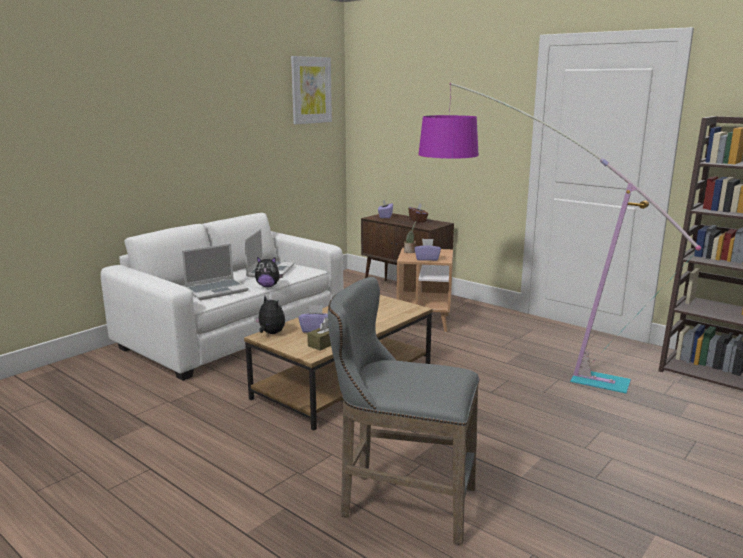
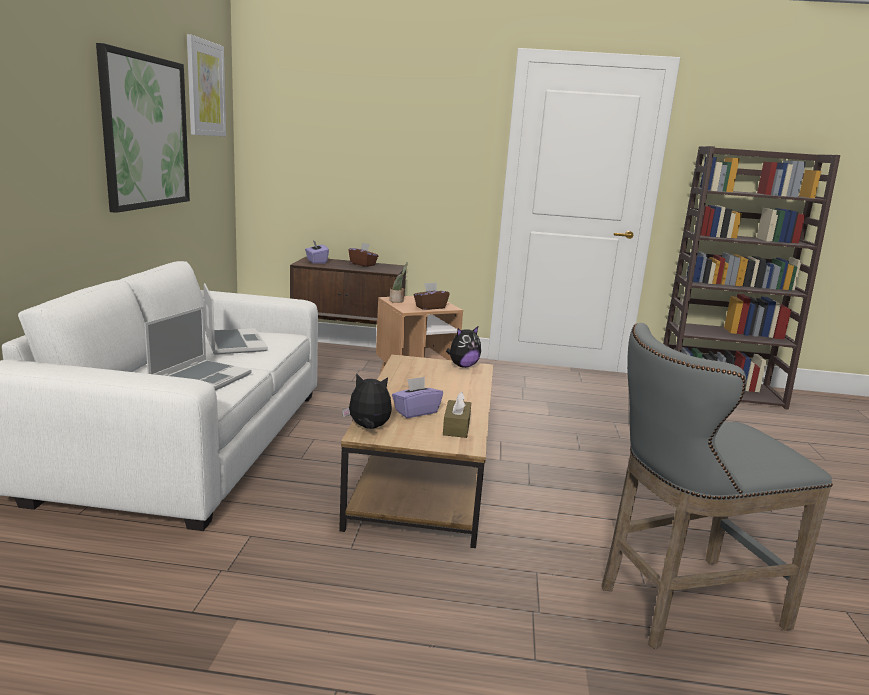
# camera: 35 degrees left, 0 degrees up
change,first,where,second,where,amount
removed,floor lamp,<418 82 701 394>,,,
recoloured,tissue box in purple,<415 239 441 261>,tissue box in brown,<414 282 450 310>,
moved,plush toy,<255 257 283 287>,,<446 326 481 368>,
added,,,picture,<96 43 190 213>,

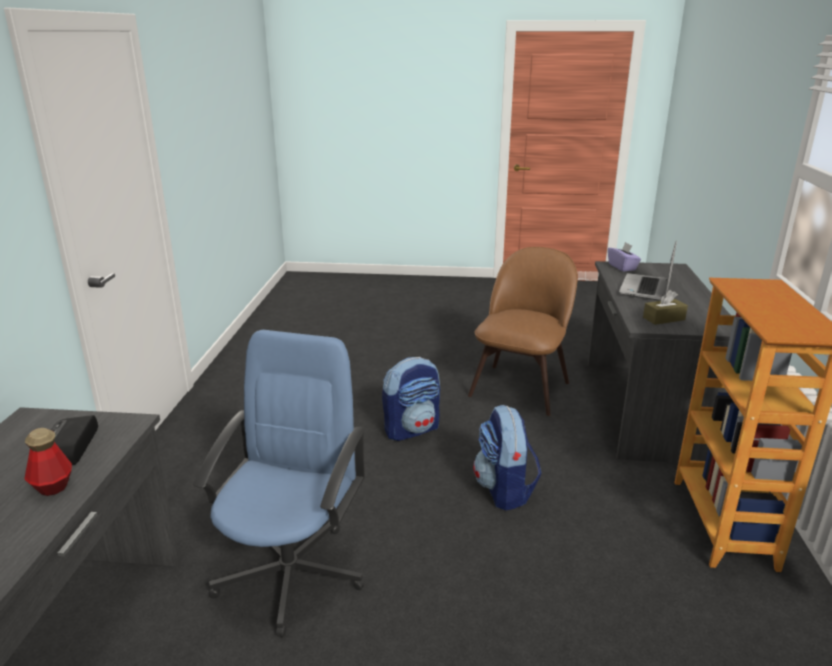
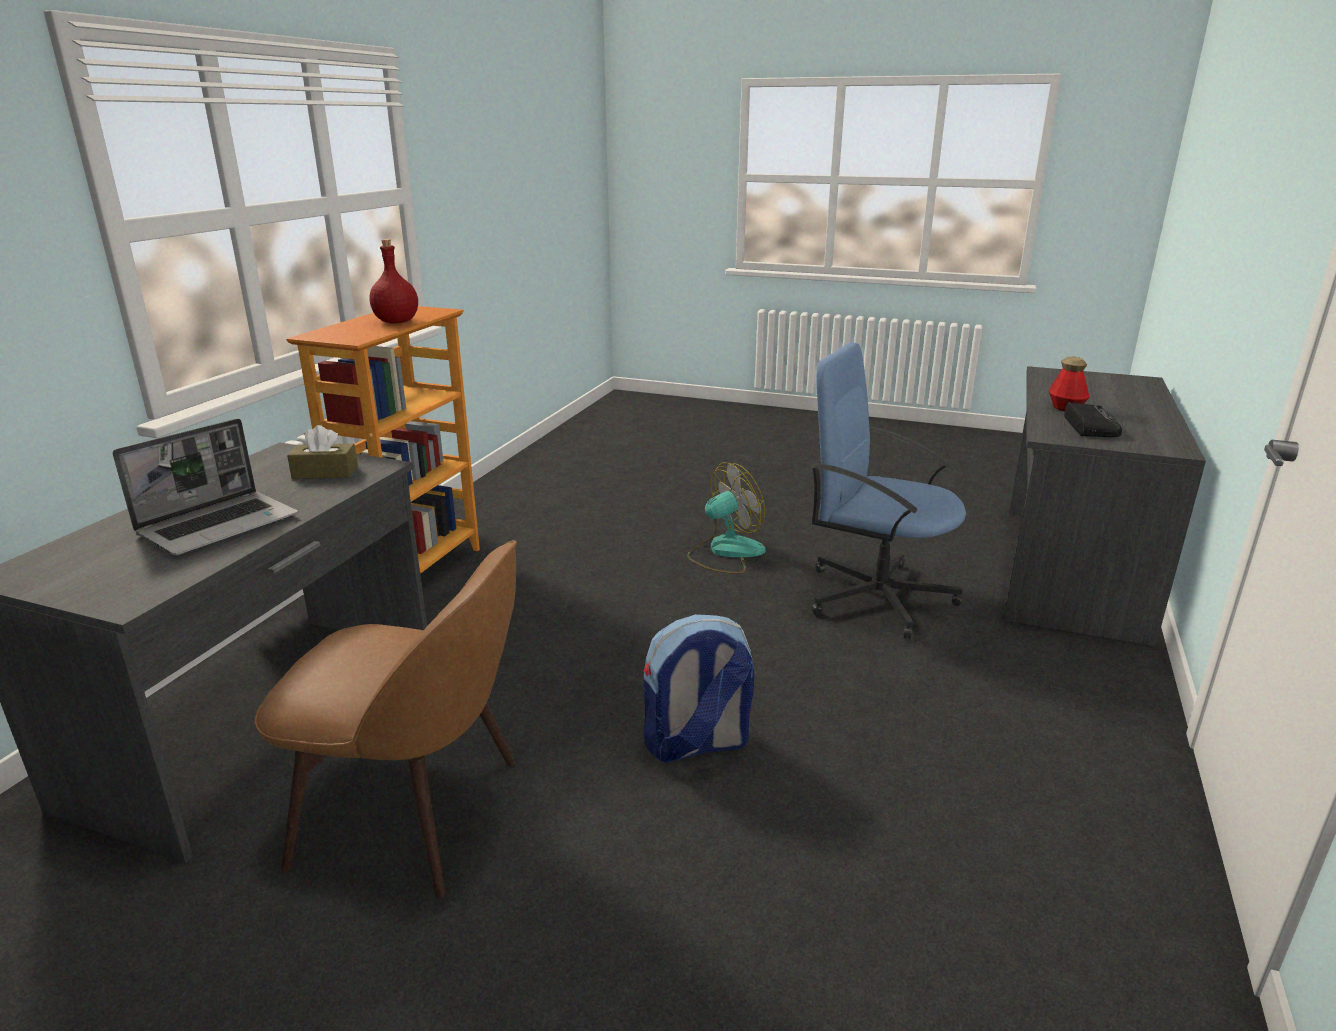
# camera: 165 degrees left, 0 degrees up
change,first,where,second,where,amount
removed,tissue box in purple,<608 242 641 272>,,,
turned,chair in brown,<468 247 578 416>,,<254 540 517 898>,120 degrees counterclockwise
turned,office chair in blue,<193 330 366 637>,,<811 342 966 639>,90 degrees clockwise
removed,backpack,<473 405 542 511>,,,
added,,,bottle in red,<369 239 418 323>,
added,,,fan,<687 462 766 574>,

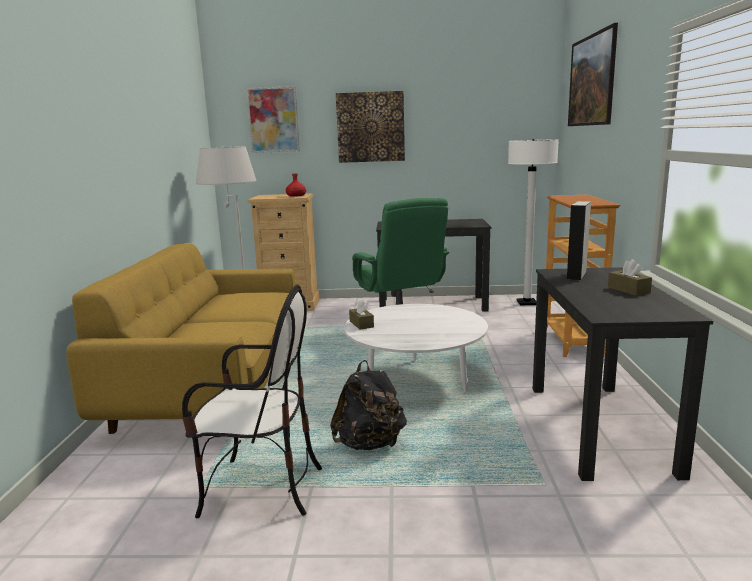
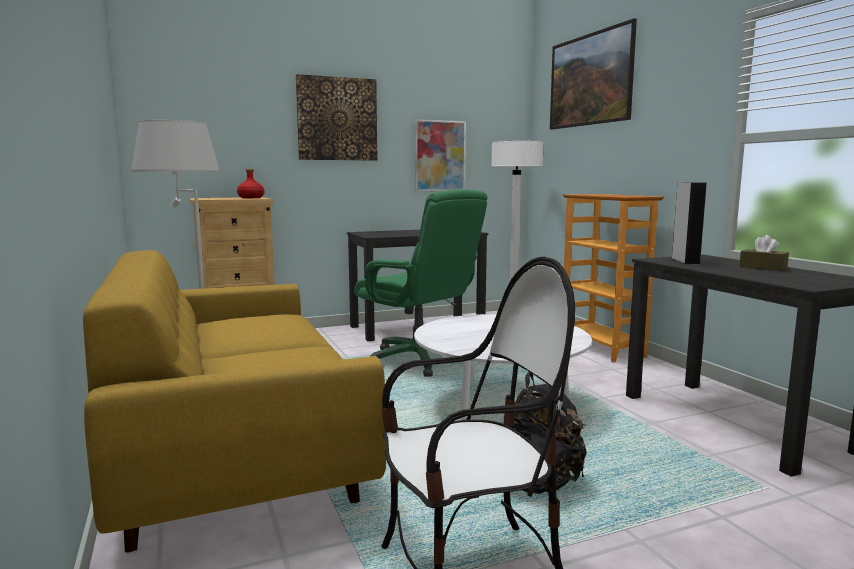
# camera: 25 degrees left, 5 degrees down
change,first,where,second,where,amount
moved,picture,<246 86 300 153>,,<415 119 466 191>,
removed,tissue box in brown,<349 300 374 330>,,,

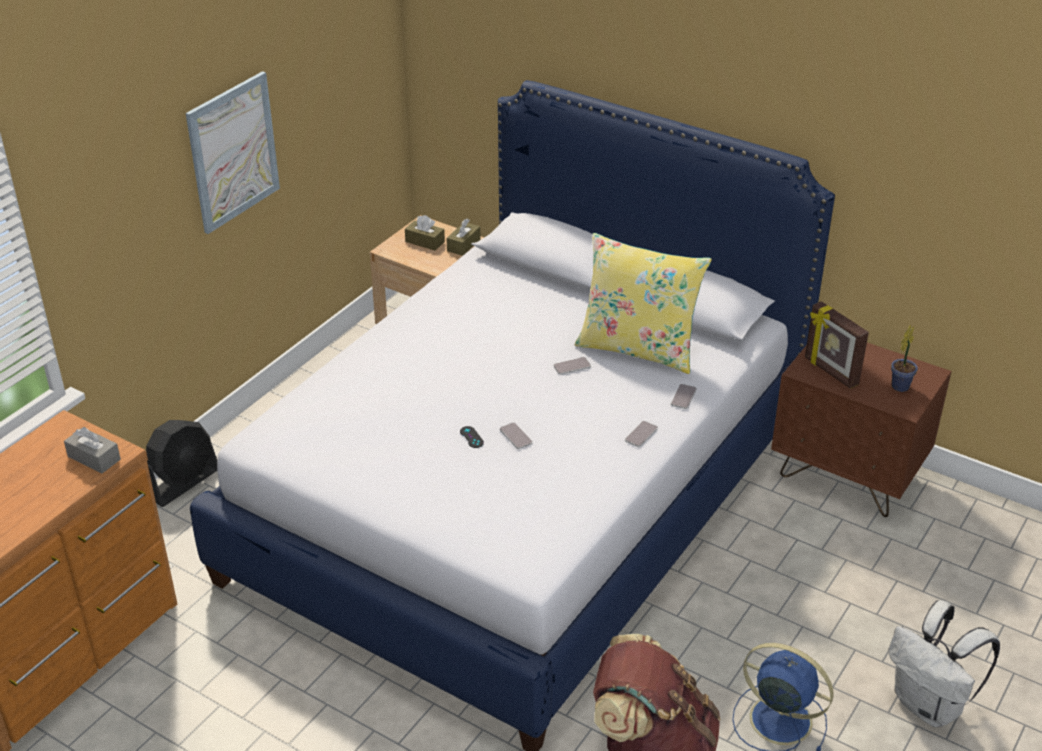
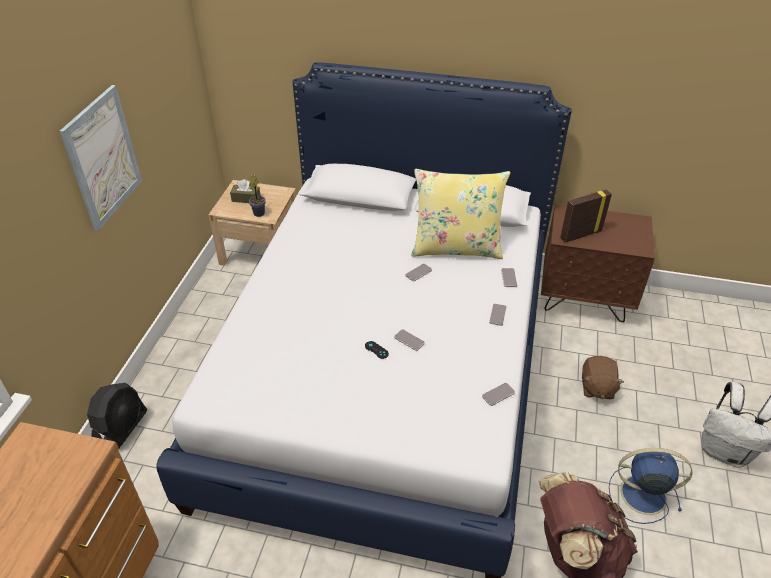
# camera: 20 degrees left, 5 degrees up
change,first,where,second,where,amount
removed,tissue box in brown,<446 219 481 256>,,,
turned,picture frame,<805 301 869 389>,,<560 190 612 243>,120 degrees clockwise
moved,potted plant,<891 325 918 392>,,<249 173 266 217>,
removed,tissue box in grey,<64 427 121 473>,,,
added,,,plush toy in brown,<582 356 624 399>,
added,,,phone,<482 383 515 406>,

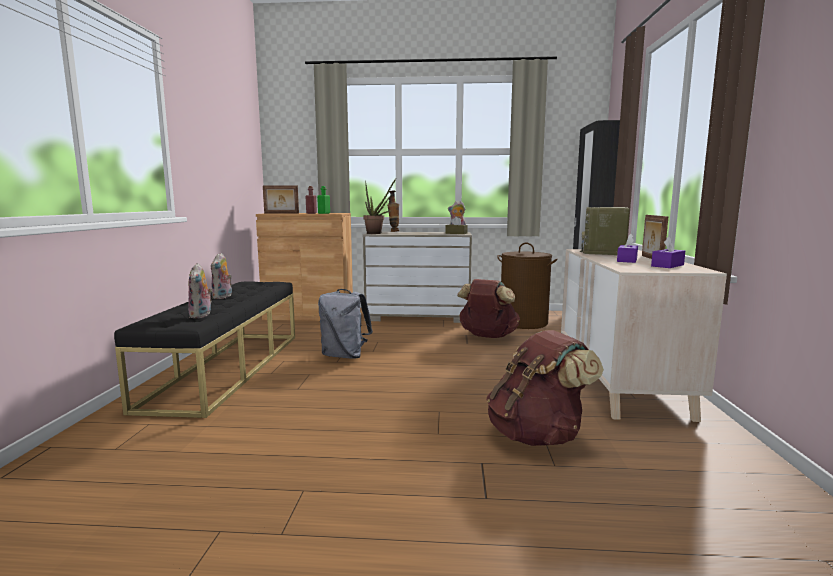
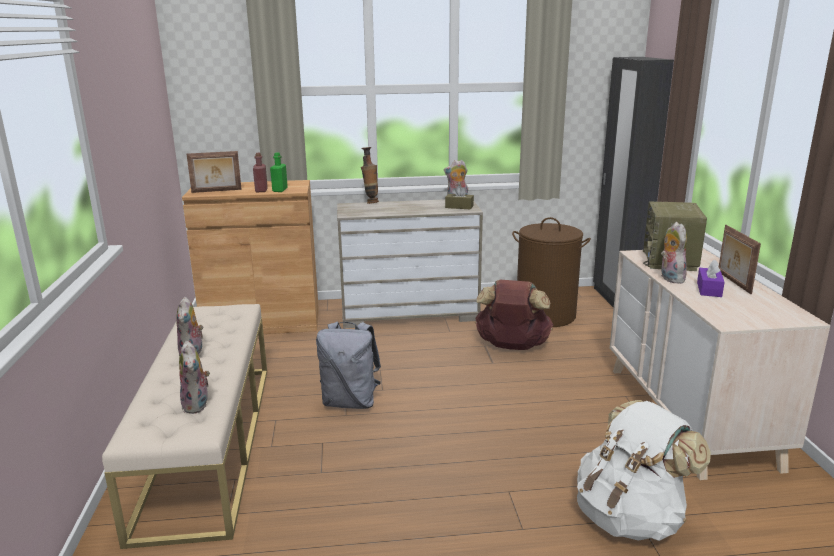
# camera: 10 degrees left, 10 degrees up
change,first,where,second,where,amount
removed,potted plant,<363 179 396 234>,,,
removed,tissue box in purple,<651 237 685 268>,,,
recoloured,bench in black,<114 281 295 418>,bench in beige,<102 304 267 549>,
recoloured,backpack in brown,<486 330 604 446>,backpack in white,<577 400 711 541>,
added,,,plush toy,<661 222 687 284>,

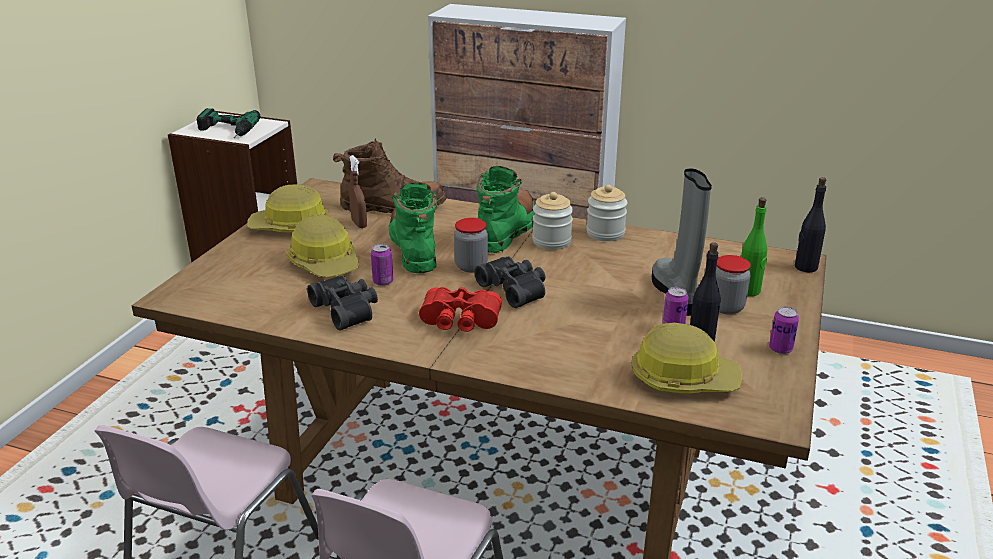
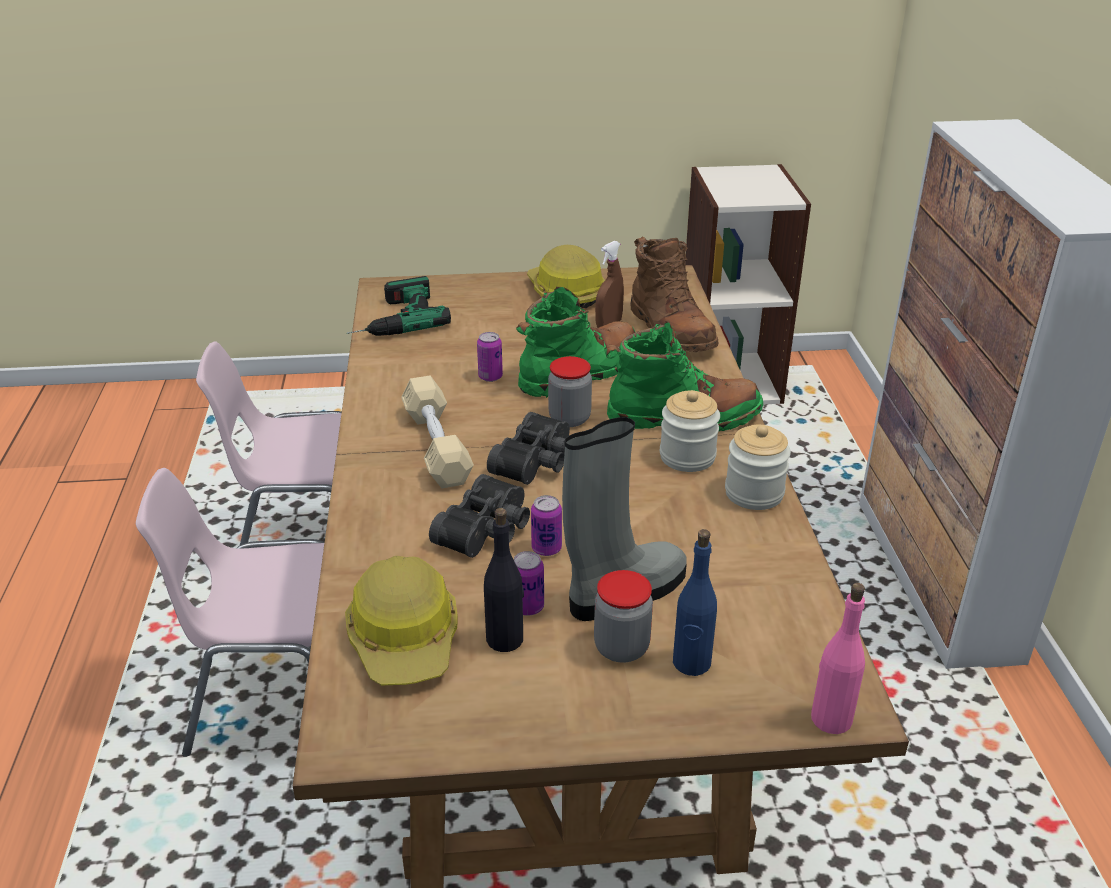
# camera: 65 degrees right, 5 degrees up
change,first,where,second,where,amount
moved,power drill,<197 108 261 138>,,<347 276 451 336>,
recoloured,bottle in black,<795 177 826 272>,bottle in pink,<811 583 865 734>,
recoloured,bottle in green,<741 197 767 296>,bottle in blue,<673 529 717 676>,
removed,hard hat,<287 214 360 277>,,,
moved,binoculars in black,<307 275 378 330>,,<429 474 530 558>,
replaced,binoculars in red,<419 287 502 332>,dumbbell in beige,<401 376 474 488>,
moved,can,<769 307 799 354>,,<531 495 562 556>,

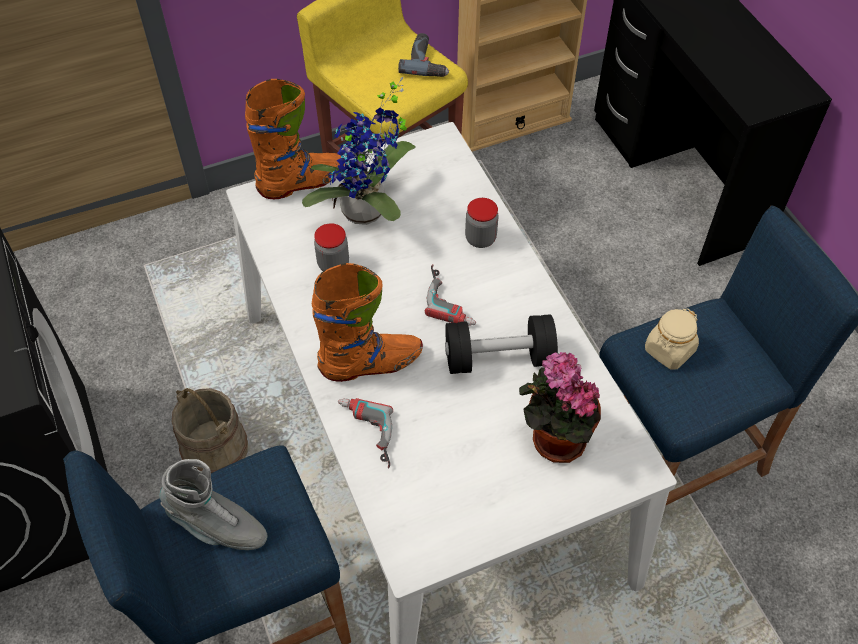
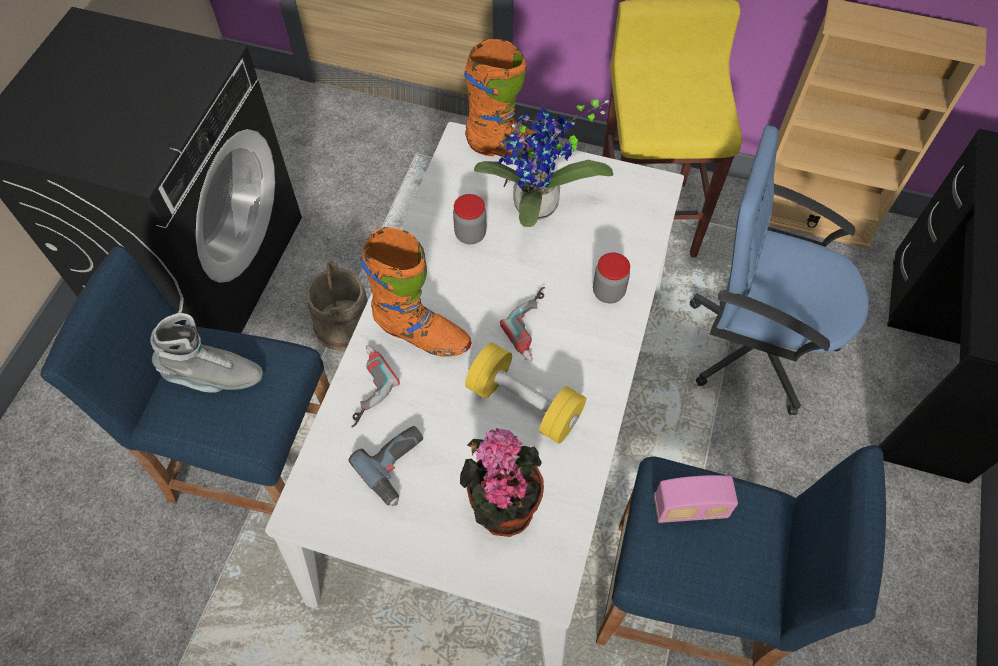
# camera: 40 degrees right, 5 degrees up
change,first,where,second,where,amount
moved,power drill,<398 33 449 77>,,<349 426 423 506>,
replaced,jar in beige,<645 308 699 370>,radio,<654 475 738 523>,
recoloured,dumbbell in black,<445 314 558 374>,dumbbell in yellow,<465 343 586 444>,
turned,boot in grey,<160 459 267 550>,,<150 313 263 393>,60 degrees counterclockwise
added,,,office chair in blue,<690 125 869 415>,

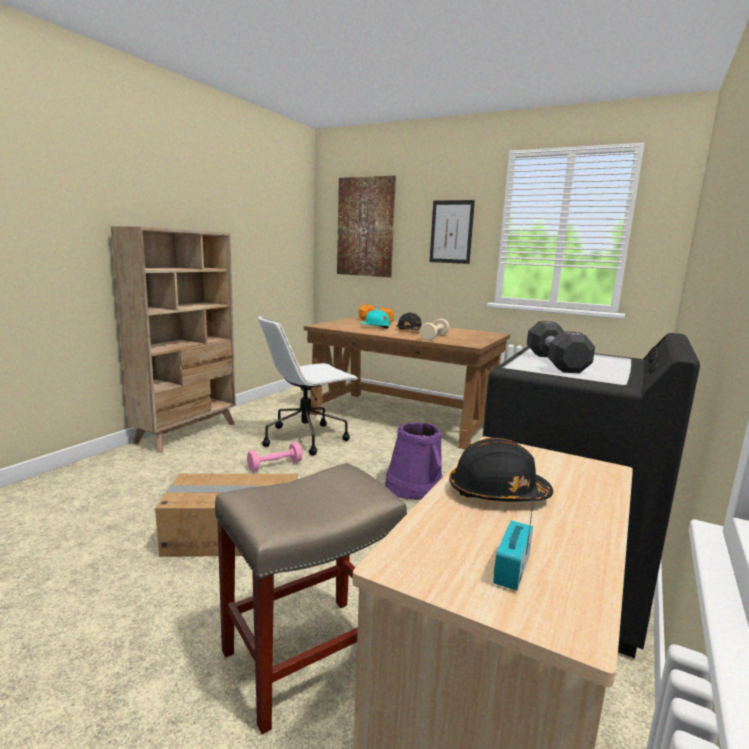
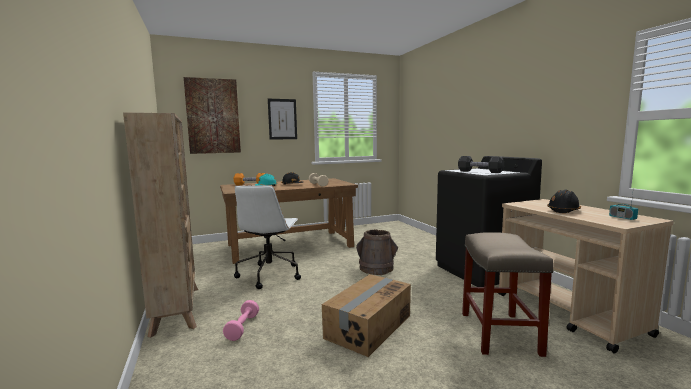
# camera: 50 degrees left, 5 degrees down
change,first,where,second,where,amount
recoloured,bucket in purple,<385 422 442 500>,bucket in brown,<356 229 398 275>,
moved,dumbbell in pink,<247 442 302 472>,,<223 300 259 341>,

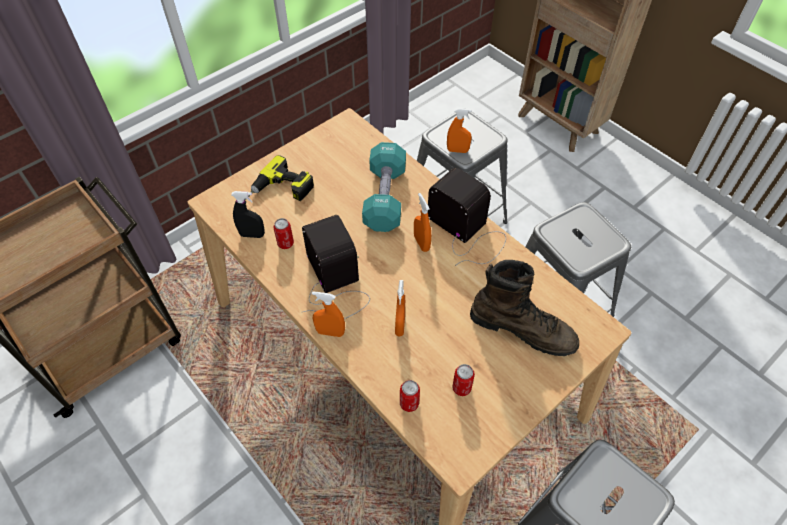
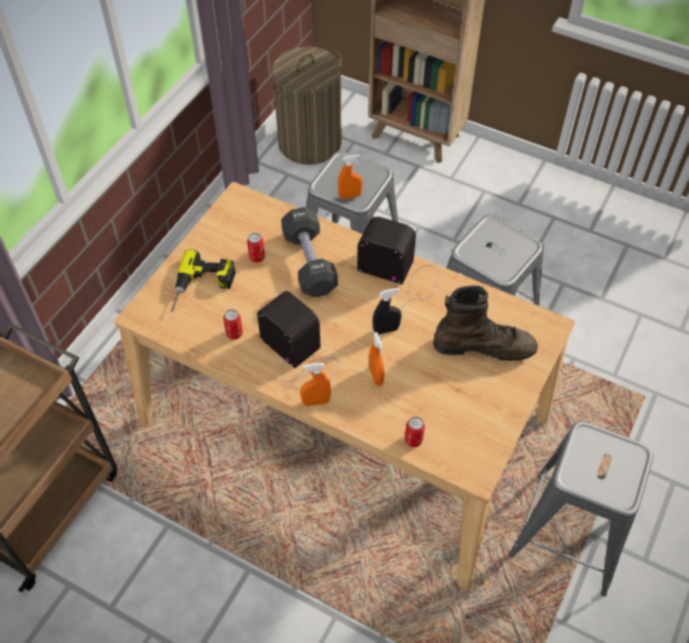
# camera: 20 degrees left, 0 degrees up
change,first,where,second,where,amount
recoloured,dumbbell in turquoise,<362 142 406 232>,dumbbell in black,<281 207 338 297>,
moved,spray bottle in black,<231 191 265 238>,,<373 288 401 334>,
removed,spray bottle in orange,<414 193 431 252>,,,
moved,can,<452 364 475 396>,,<247 233 265 262>,
added,,,laundry basket,<270 47 342 165>,

